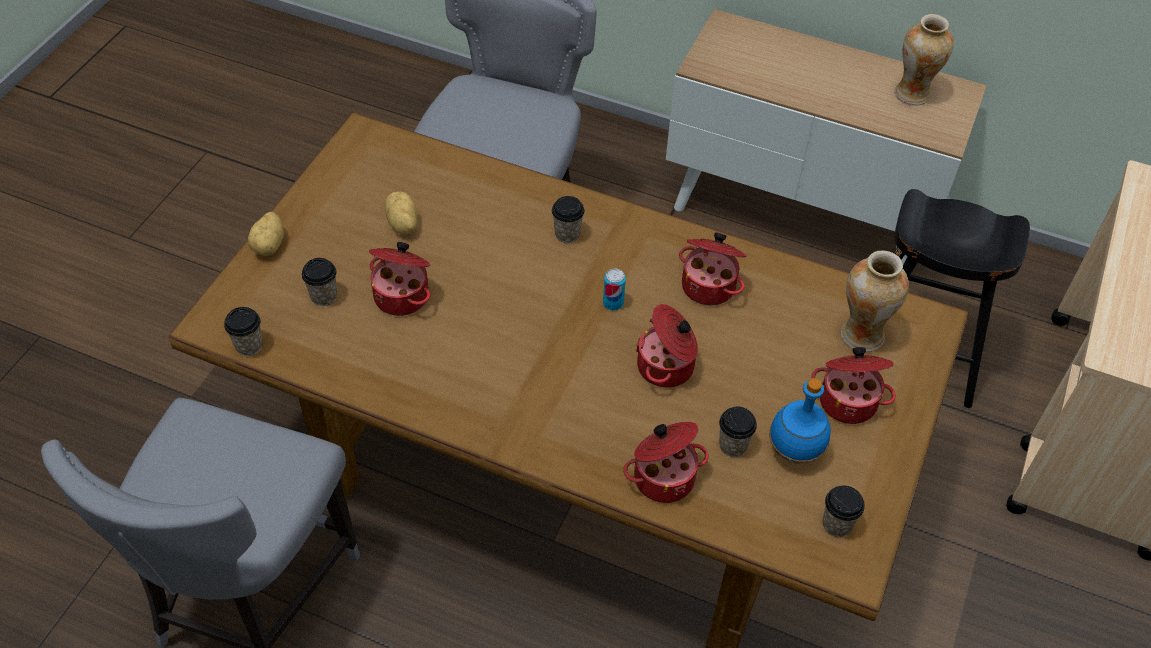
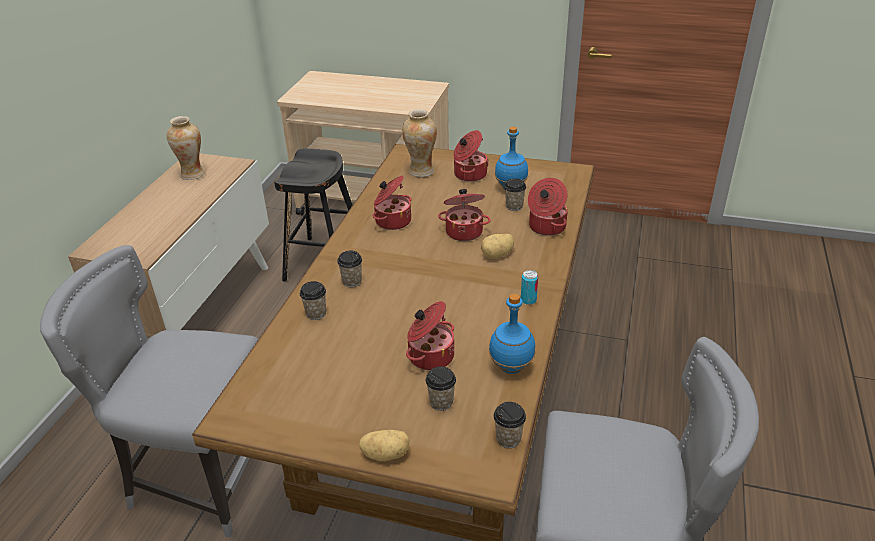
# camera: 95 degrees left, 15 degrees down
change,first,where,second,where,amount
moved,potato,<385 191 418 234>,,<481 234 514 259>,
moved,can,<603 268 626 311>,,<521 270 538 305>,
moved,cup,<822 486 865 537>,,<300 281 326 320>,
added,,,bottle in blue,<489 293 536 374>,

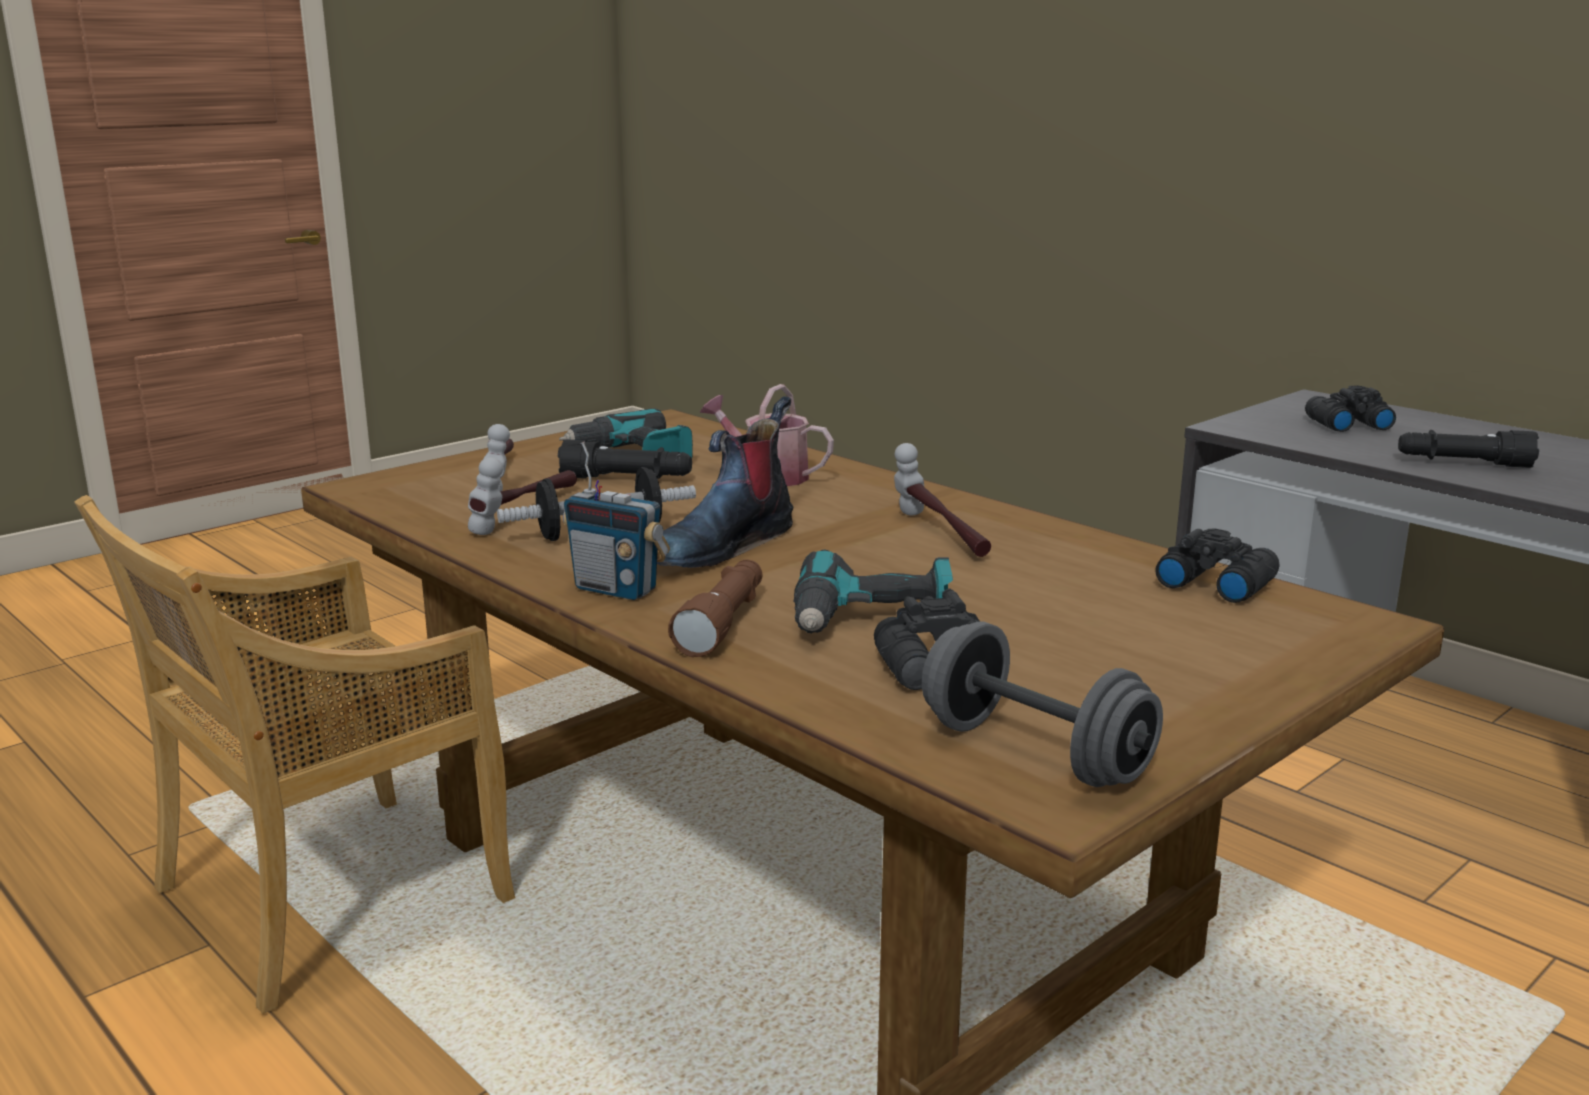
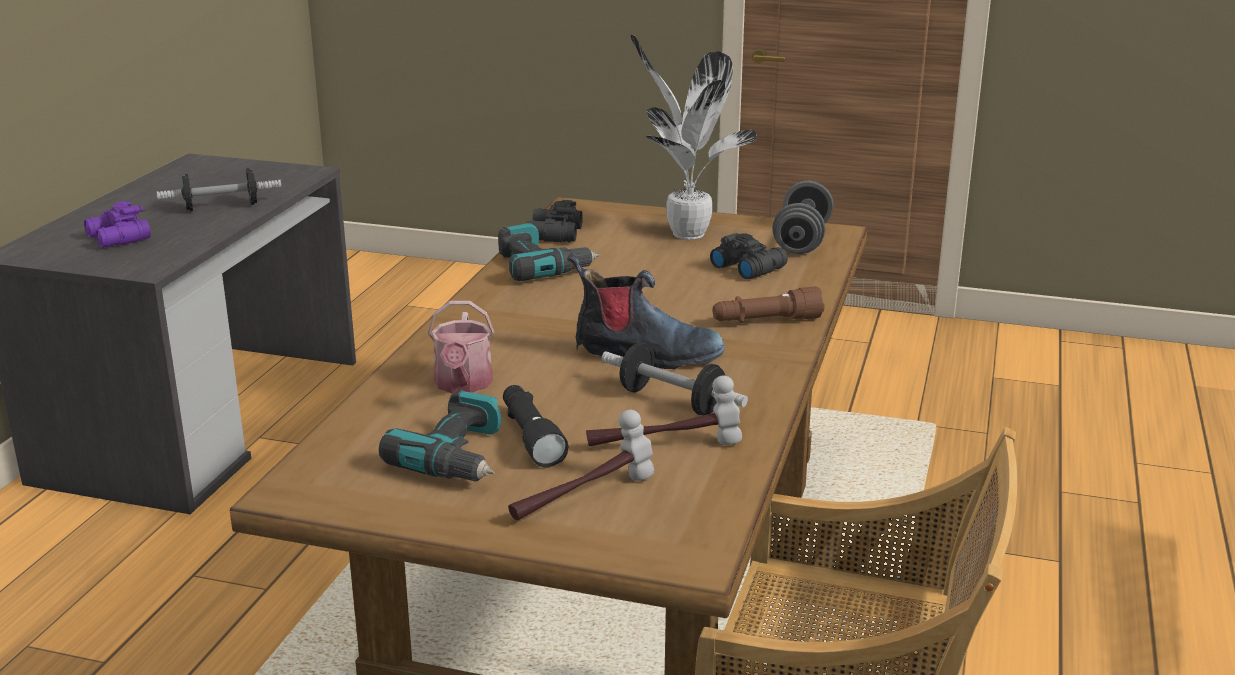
# camera: 120 degrees left, 5 degrees up
change,first,where,second,where,amount
recoloured,binoculars in black,<1305 386 1396 432>,binoculars in purple,<84 201 151 248>,
replaced,flashlight in black,<1398 430 1539 468>,dumbbell,<156 168 282 211>,
removed,radio,<563 441 670 600>,,,
removed,hammer,<894 443 991 557>,,,
moved,power drill,<793 550 953 633>,,<498 223 600 281>,
added,,,potted plant,<631 35 757 240>,

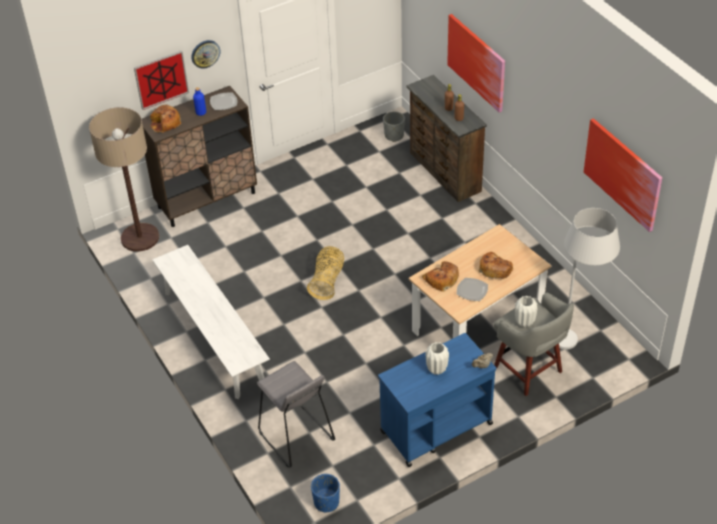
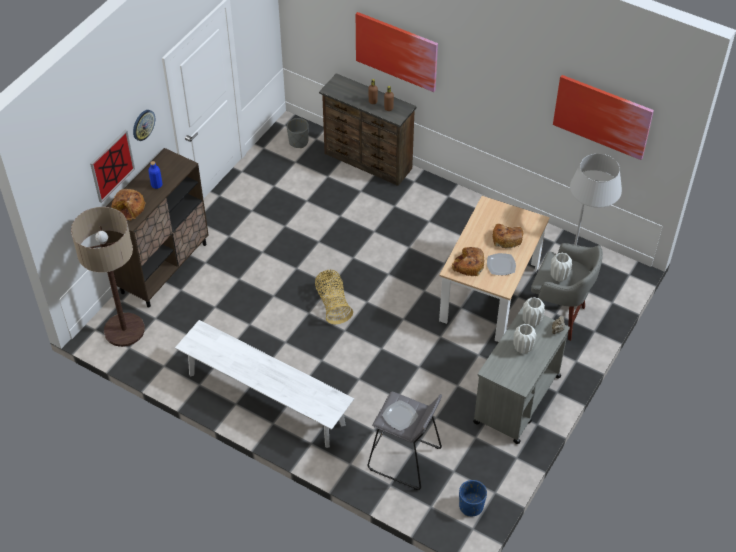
# camera: 30 degrees left, 5 degrees up
change,first,where,second,where,amount
moved,plate,<210 93 237 110>,,<382 400 418 431>,
recoloured,cart in blue,<378 333 496 467>,cart in grey,<473 307 570 444>,
added,,,vase in white,<523 297 545 327>,

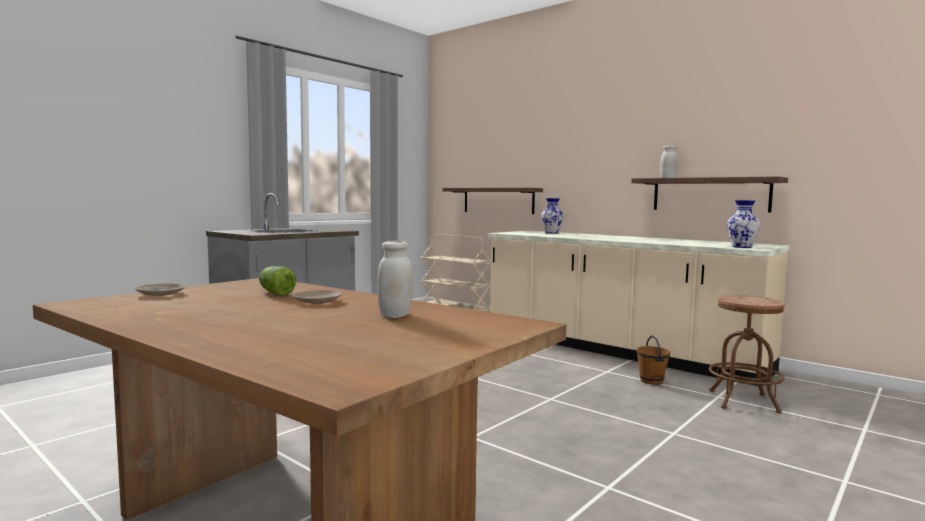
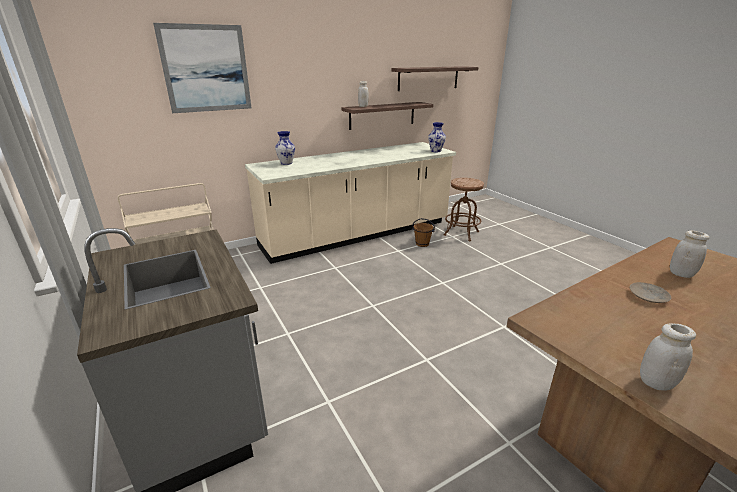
# camera: 70 degrees left, 20 degrees up
change,first,where,second,where,amount
moved,shelf,<442 188 543 214>,,<391 66 479 91>,
removed,lettuce,<259 266 296 296>,,,
replaced,plate in beige,<135 283 186 296>,jar in white,<640 323 696 391>,
added,,,picture,<153 23 251 113>,

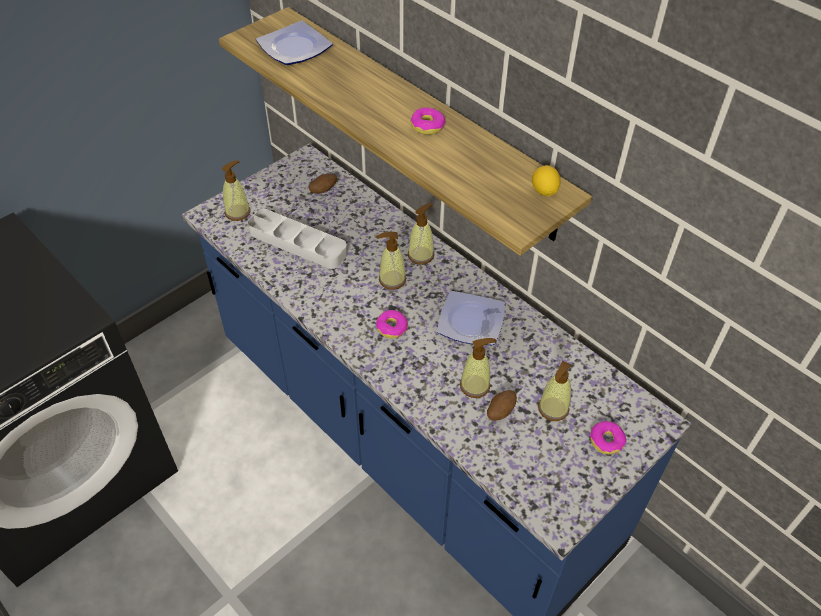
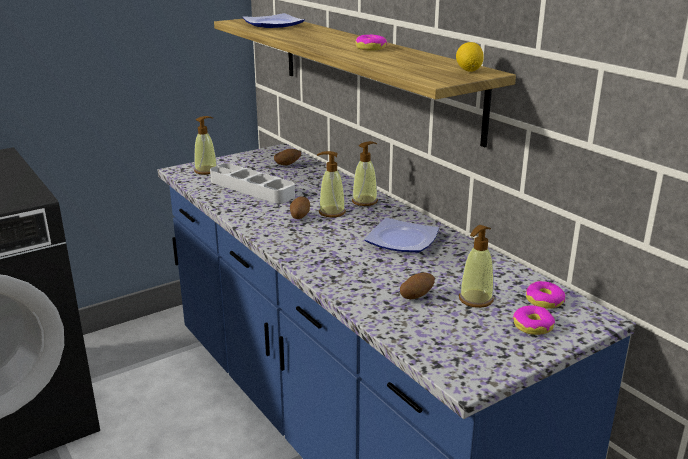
# camera: 10 degrees right, 25 degrees down
change,first,where,second,where,amount
moved,donut,<376 310 408 338>,,<526 281 565 309>,
removed,soap dispenser,<460 338 497 398>,,,
added,,,potato,<290 196 310 219>,

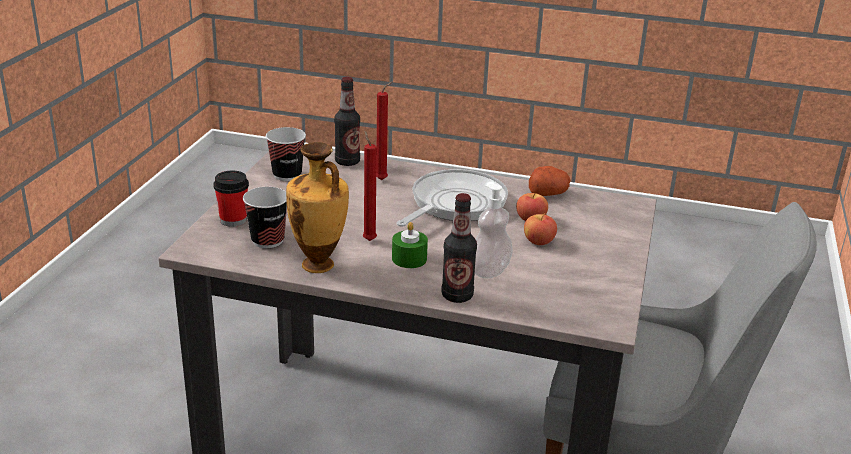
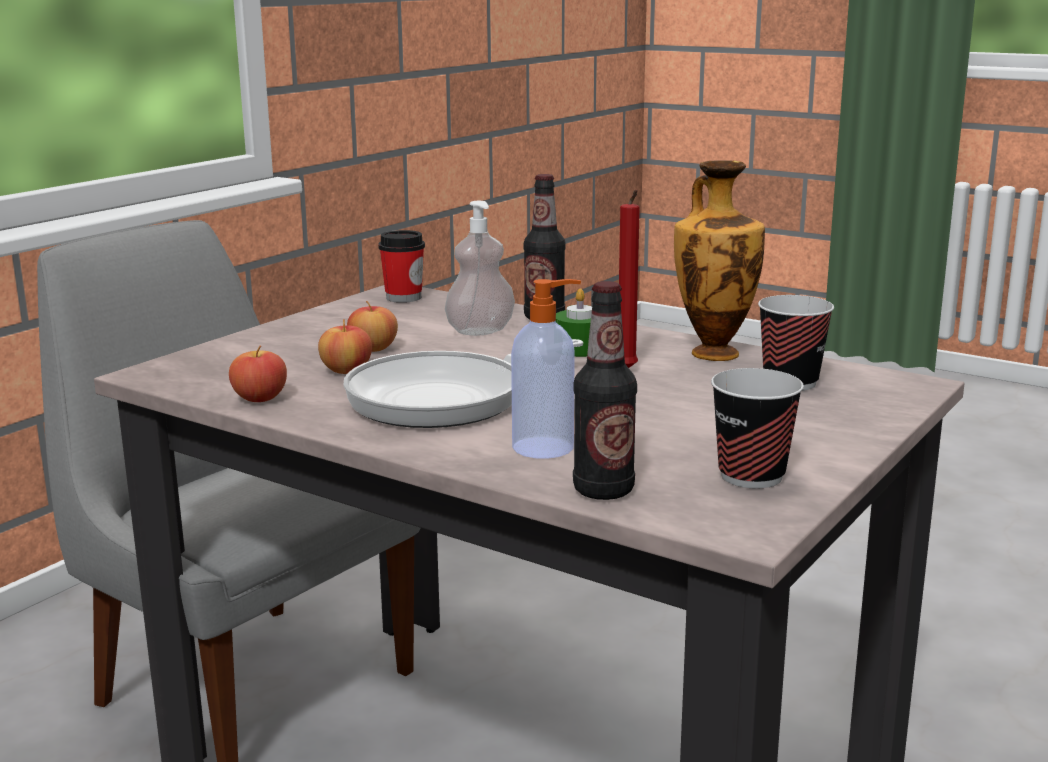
# camera: 160 degrees left, 10 degrees down
change,first,where,second,where,amount
replaced,candle in red,<376 82 392 180>,soap dispenser,<511 279 581 459>,
replaced,potato,<529 166 570 196>,apple,<229 346 287 402>,
moved,cup,<213 171 249 227>,,<378 230 425 303>,

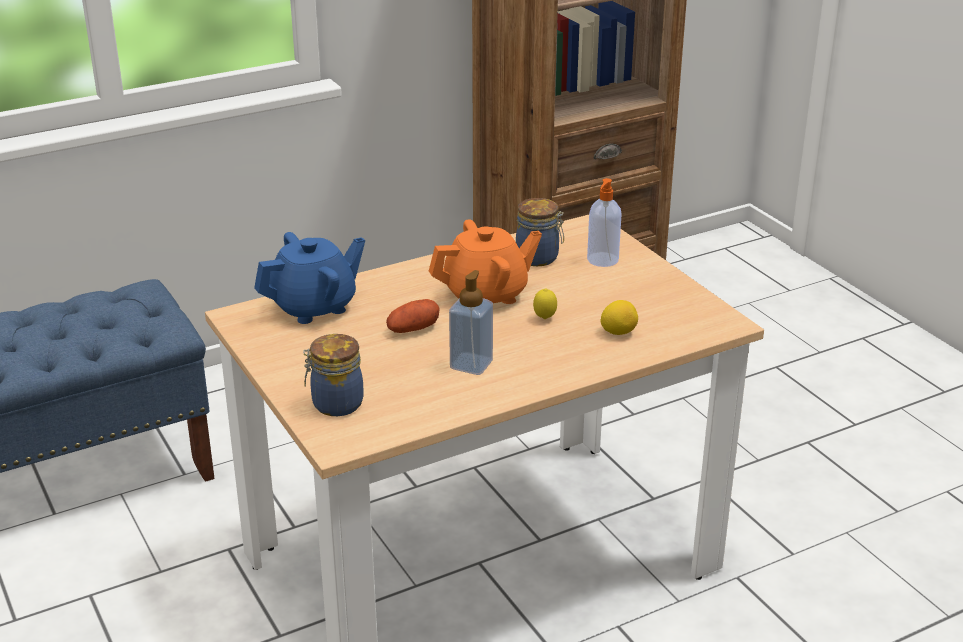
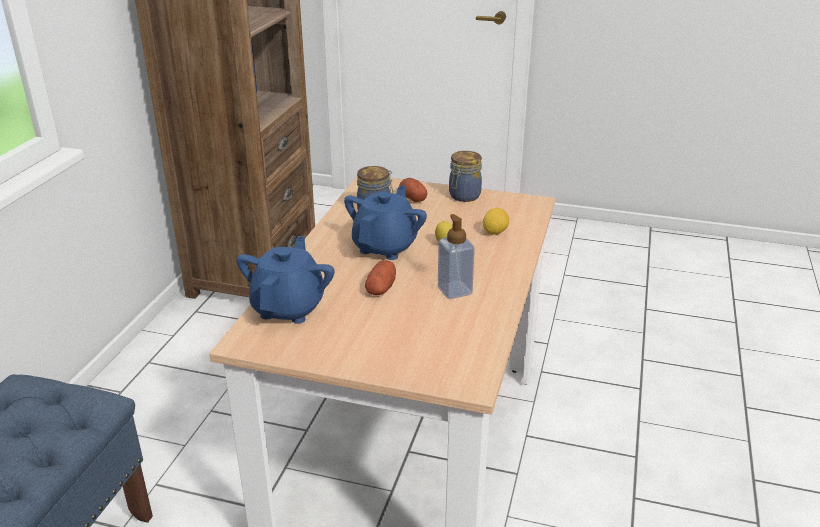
# camera: 45 degrees left, 0 degrees up
change,first,where,second,where,amount
replaced,soap dispenser,<587 178 622 267>,potato,<399 178 427 202>,
recoloured,teapot in orange,<429 219 542 304>,teapot in blue,<344 185 427 260>,
moved,jar,<303 334 364 416>,,<449 151 482 202>,

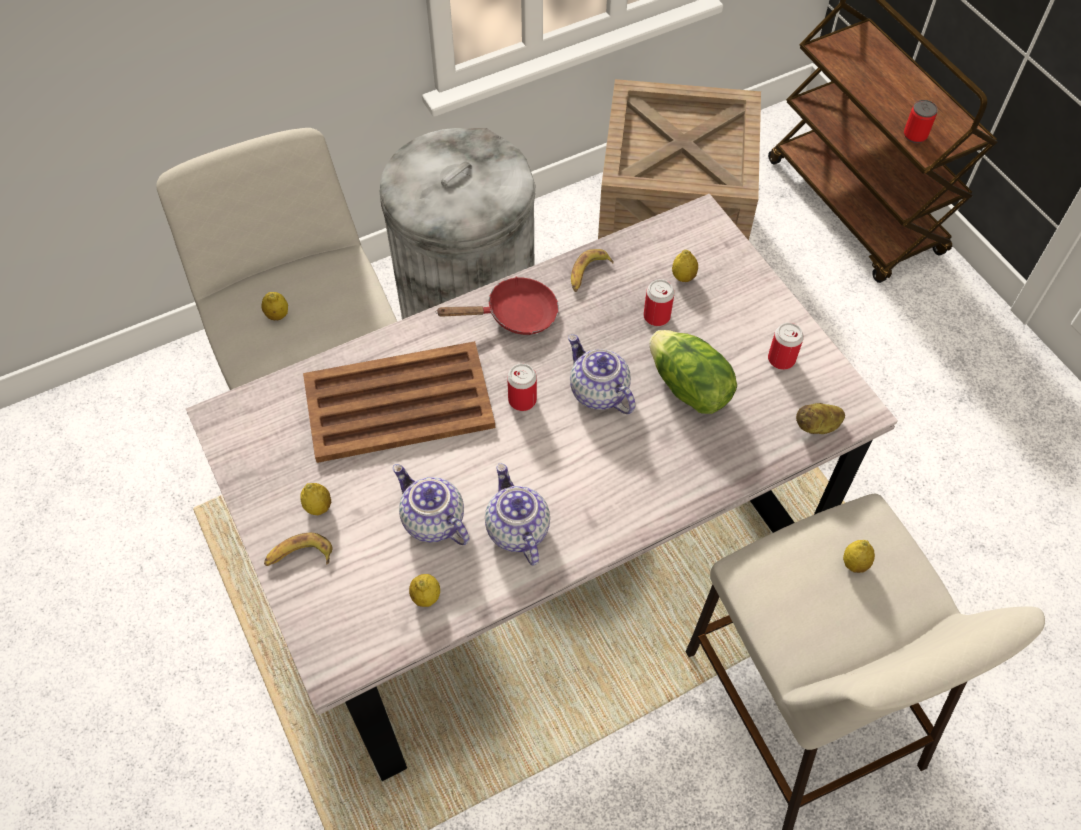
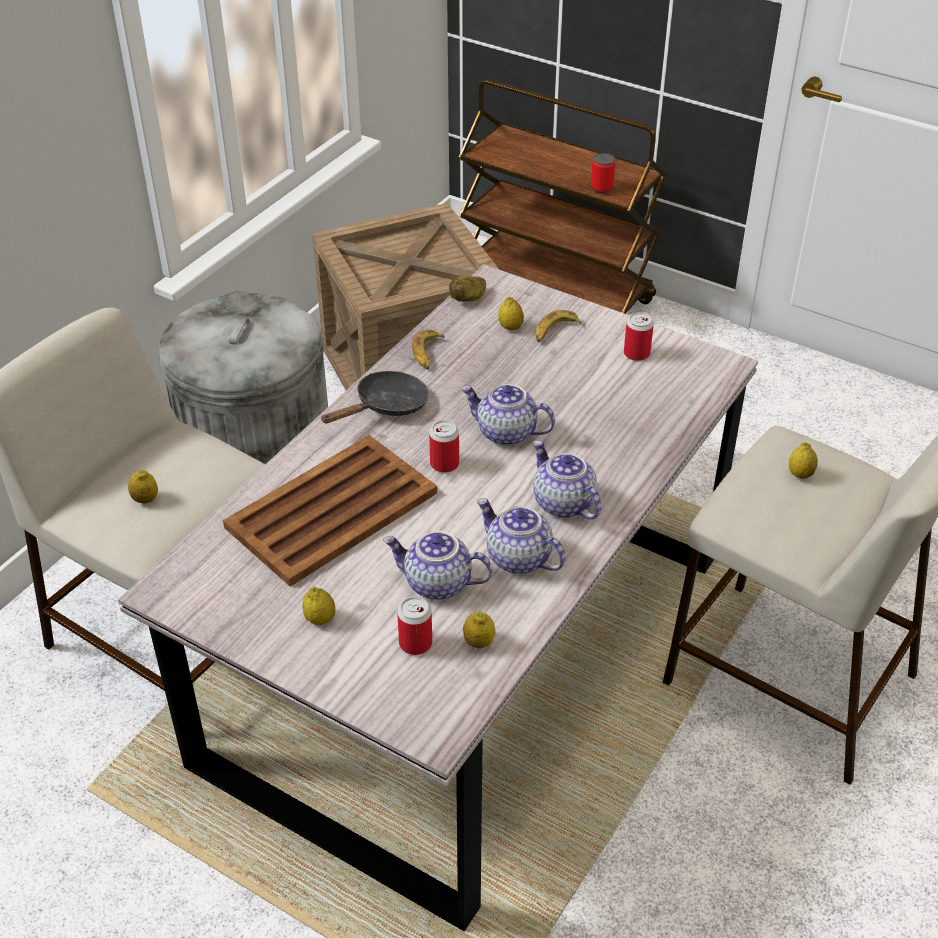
# camera: 30 degrees left, 15 degrees down
change,first,where,second,where,amount
recoloured,frying pan in red,<435 277 559 335>,frying pan in black,<321 371 429 423>,
moved,can,<644 279 674 326>,,<397 596 432 655>,
removed,lettuce,<649 330 737 414>,,,
moved,potato,<796 403 845 434>,,<449 276 486 302>,
moved,banana,<264 533 332 566>,,<535 310 582 342>,
added,,,teapot,<533 440 601 519>,

